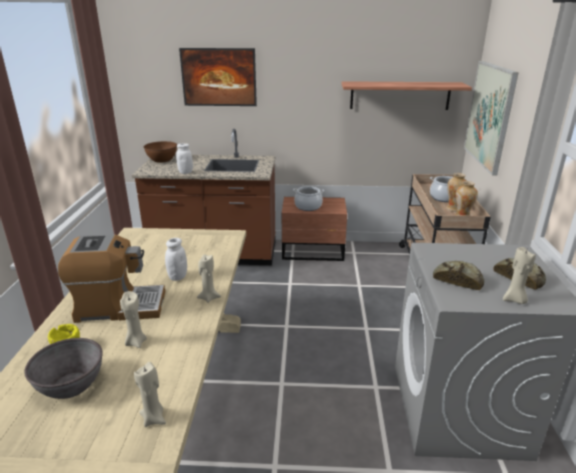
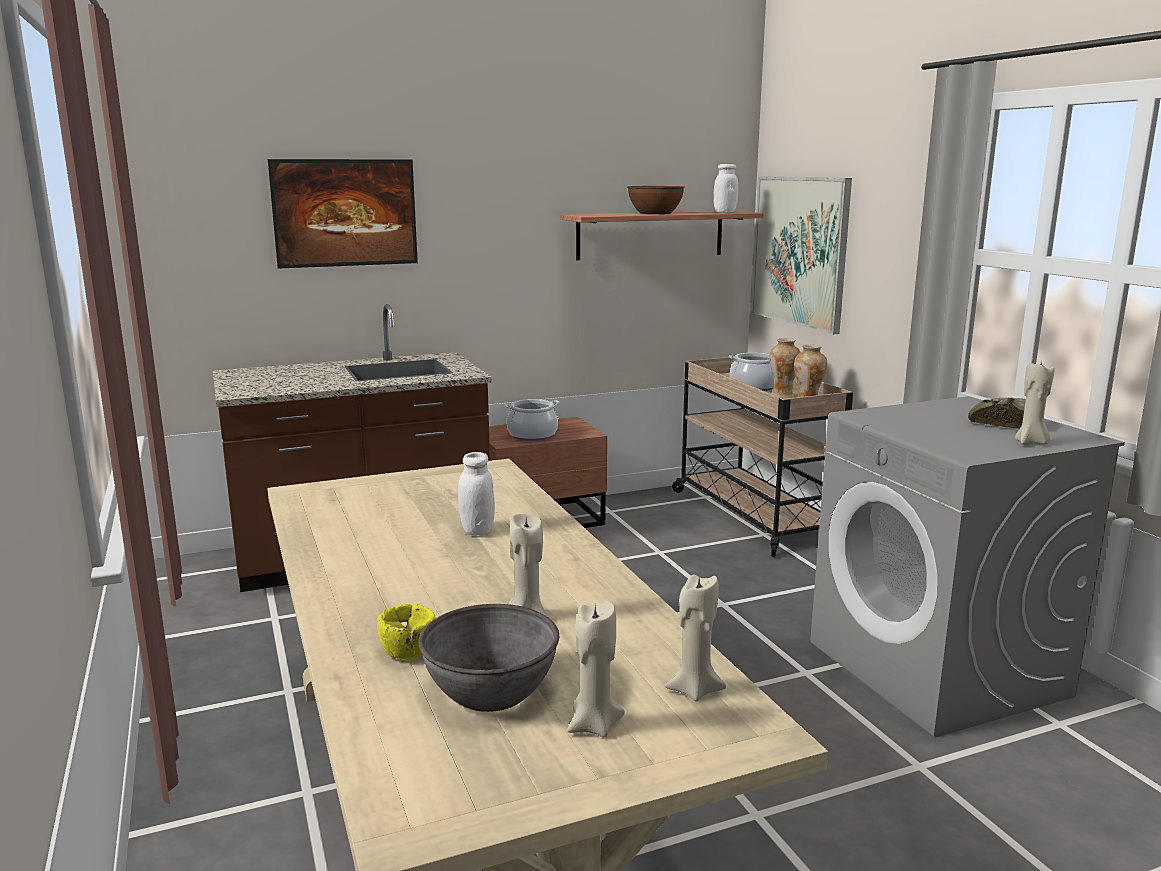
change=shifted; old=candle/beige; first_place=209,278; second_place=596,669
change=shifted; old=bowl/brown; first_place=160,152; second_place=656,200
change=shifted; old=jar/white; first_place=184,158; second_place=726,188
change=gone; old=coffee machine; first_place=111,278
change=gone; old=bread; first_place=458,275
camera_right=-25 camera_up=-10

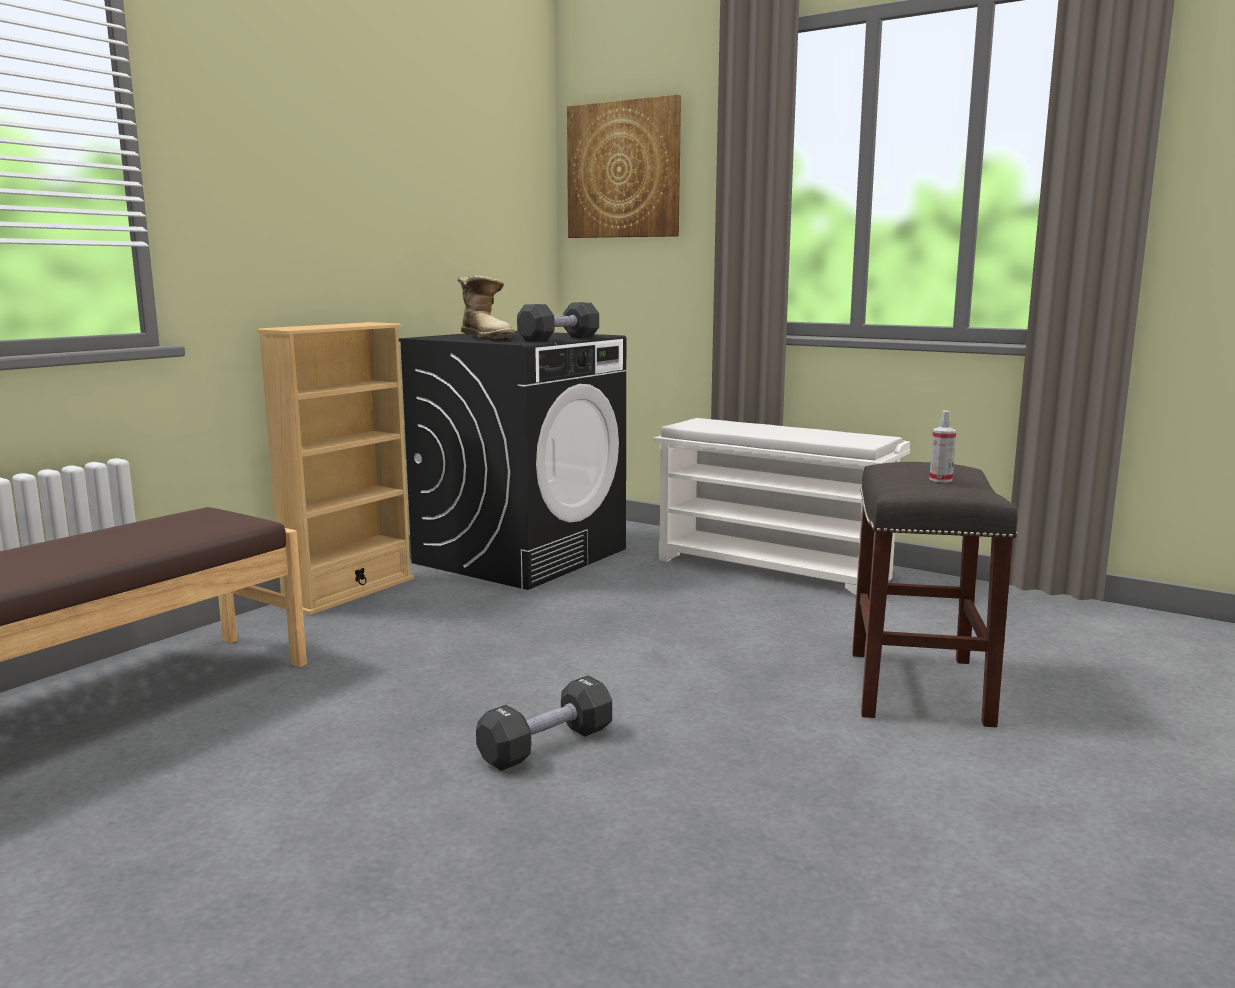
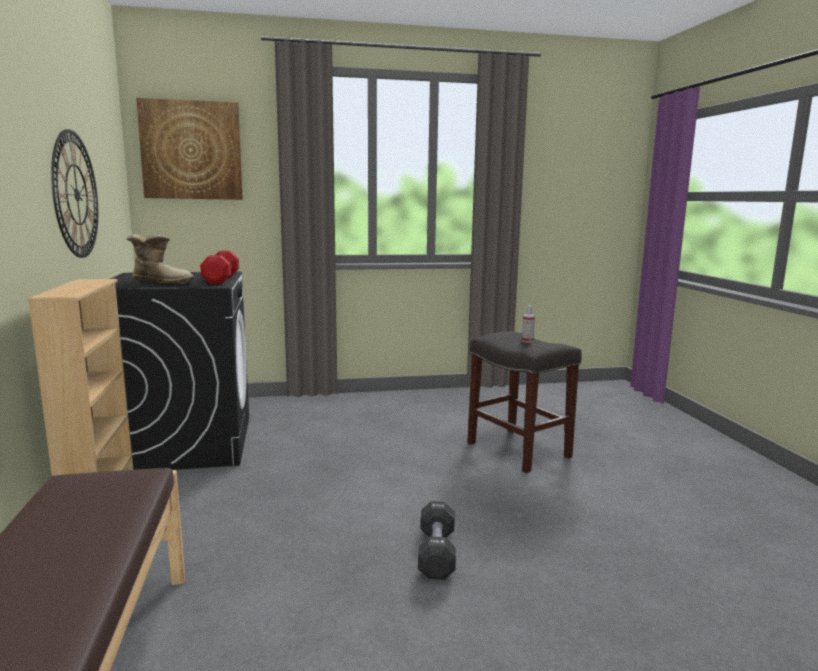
change=new; new=wall clock; second_place=74,193
change=repainted; old=dumbbell/black; new=dumbbell/red; first_place=558,322; second_place=219,267
change=gone; old=shoe rack/white; first_place=782,506
camera_right=-45 camera_up=0

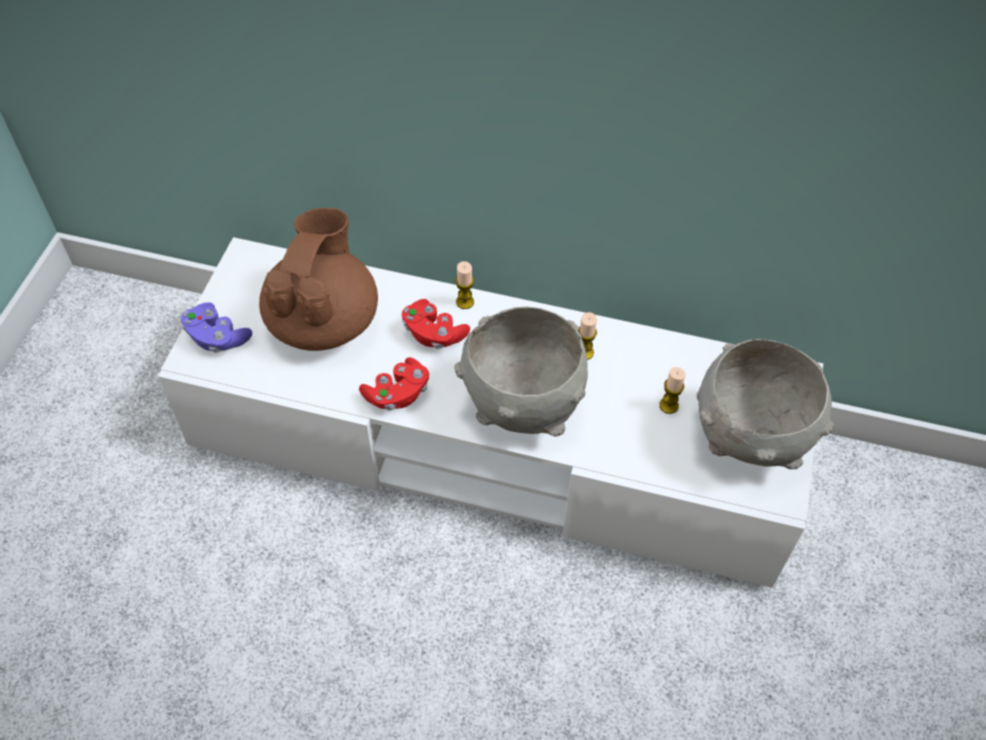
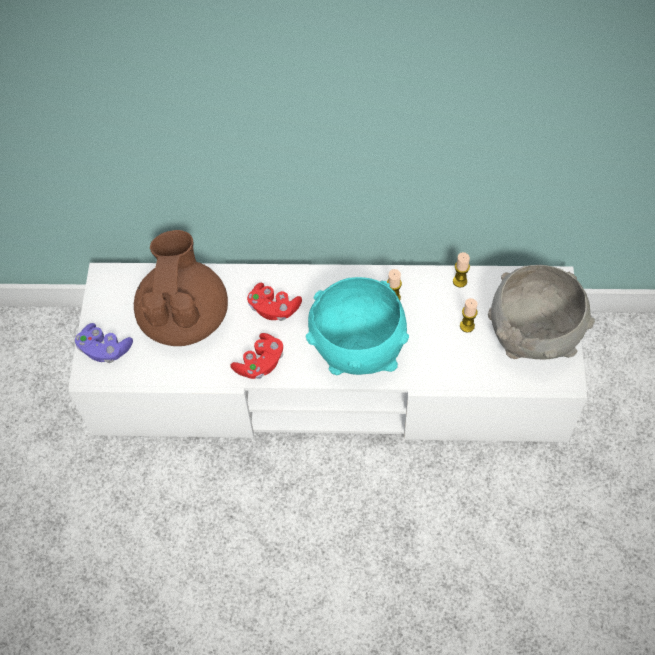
change=repainted; old=bowl/grey; new=bowl/turquoise; first_place=521,371; second_place=357,326
change=shifted; old=candle; first_place=464,285; second_place=461,270
camera_right=-10 camera_up=5

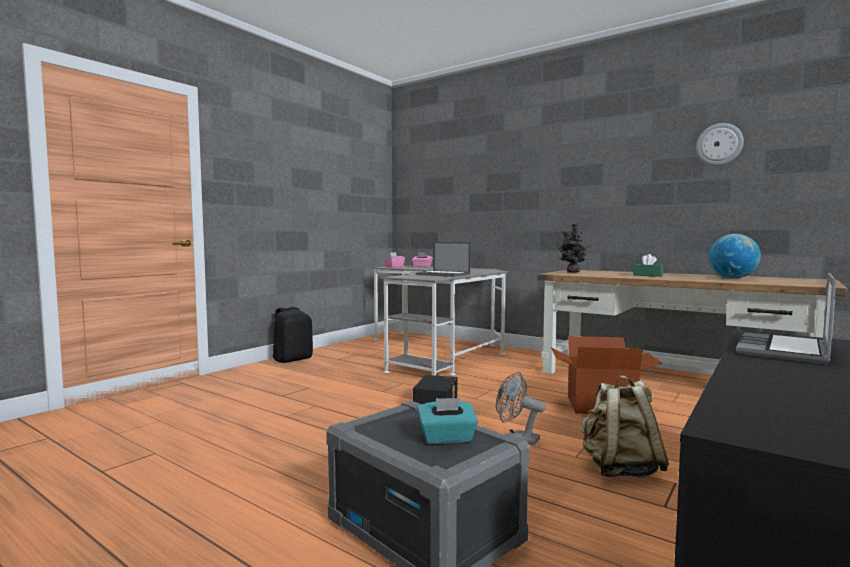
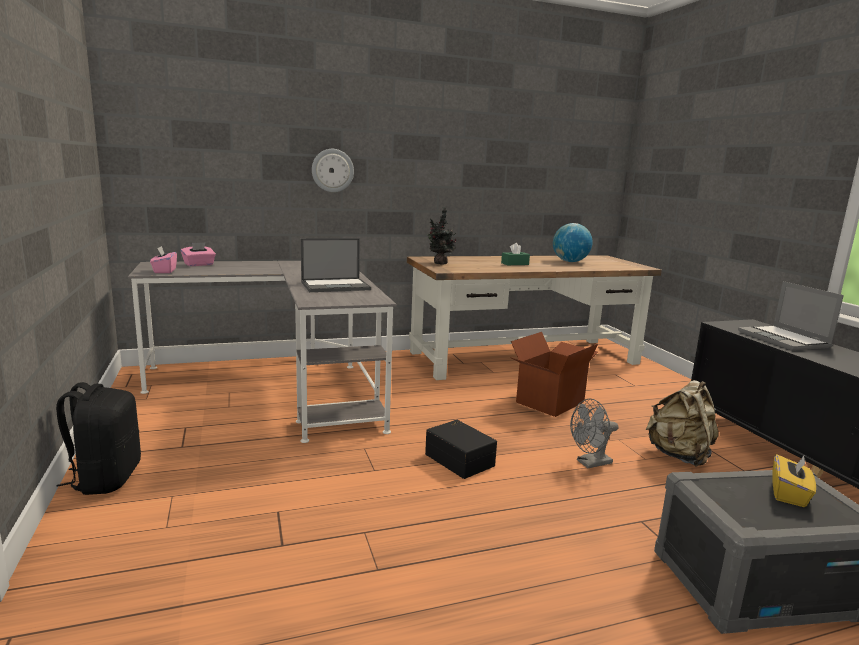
change=shifted; old=wall clock; first_place=720,144; second_place=333,170
change=repainted; old=tissue box/turquoise; new=tissue box/yellow; first_place=447,421; second_place=794,480
camera_right=-55 camera_up=10

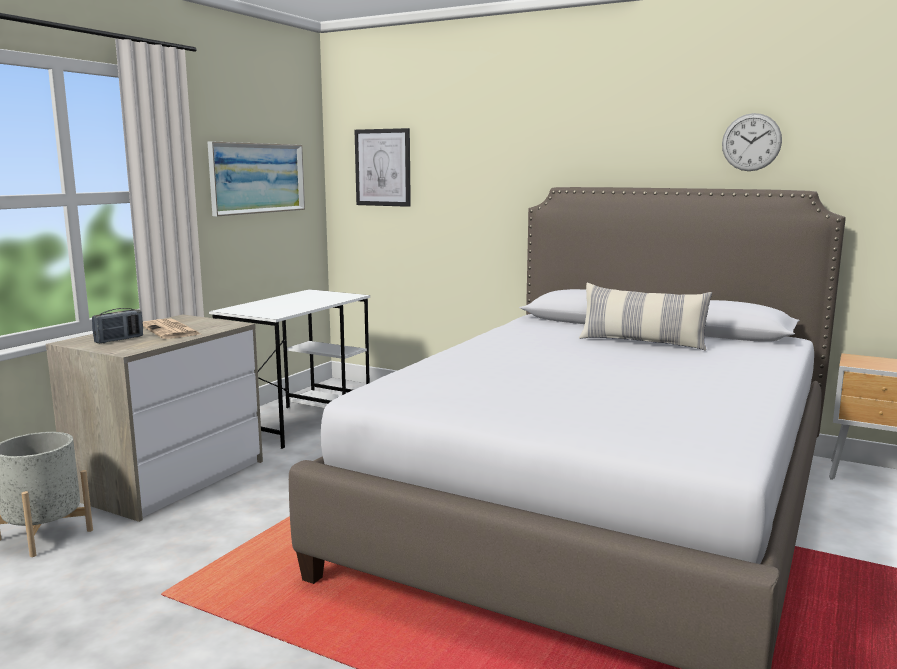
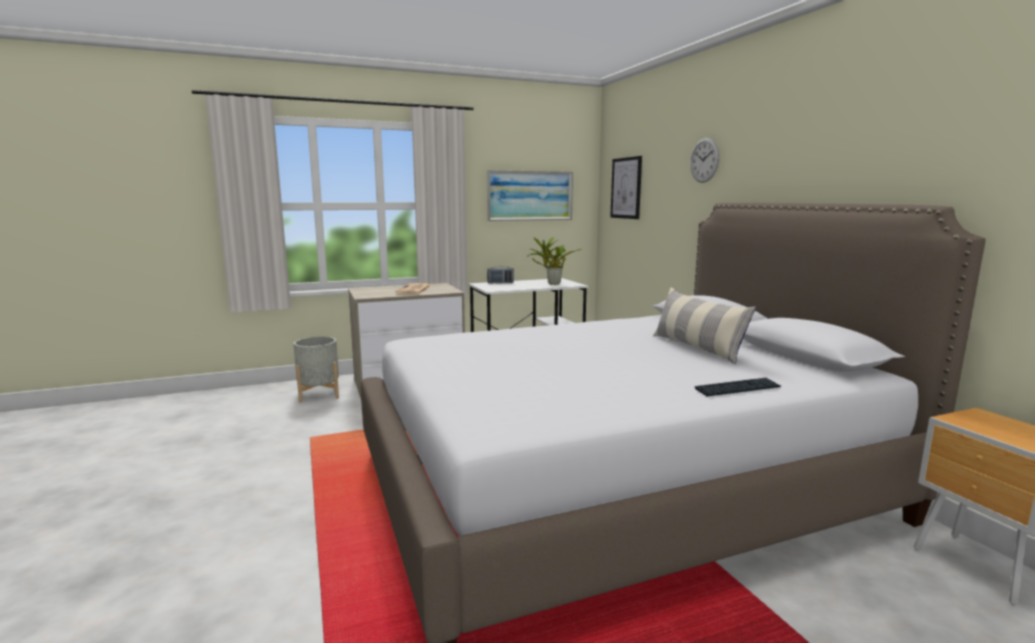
change=shifted; old=radio; first_place=117,325; second_place=500,275
change=new; new=potted plant; second_place=554,261
change=shifted; old=wall clock; first_place=752,142; second_place=705,160
change=new; new=keyboard; second_place=738,387
camera_right=40 camera_up=0

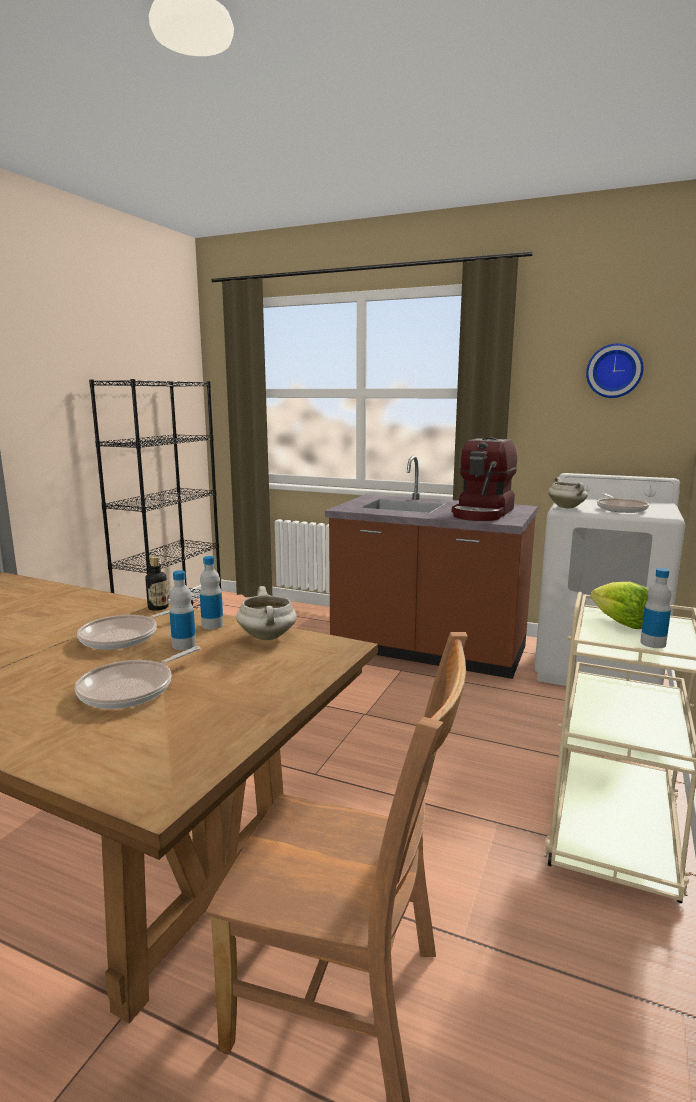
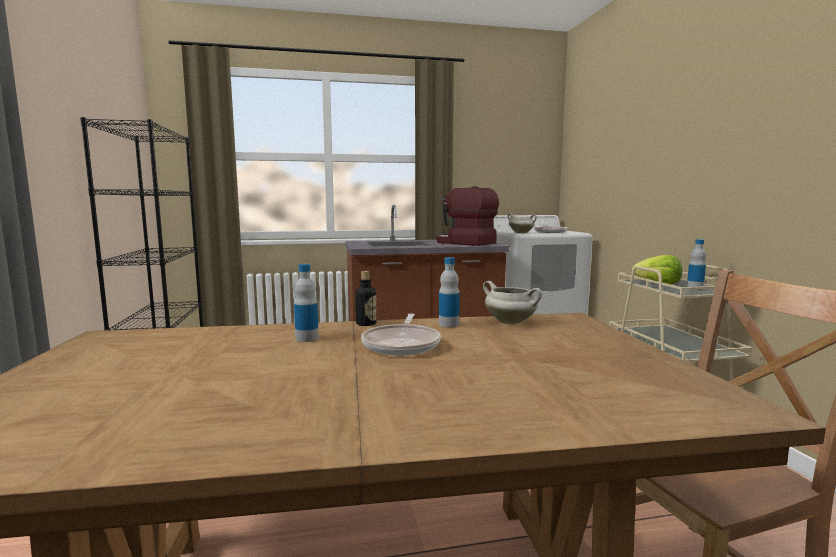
change=shifted; old=bottle; first_place=182,610; second_place=306,303
change=rotated; old=coffee machine; first_place=484,479; second_place=467,216; degrees=135
change=gone; old=frying pan; first_place=137,677
change=gone; old=wall clock; first_place=614,370
camera_right=-35 camera_up=-5

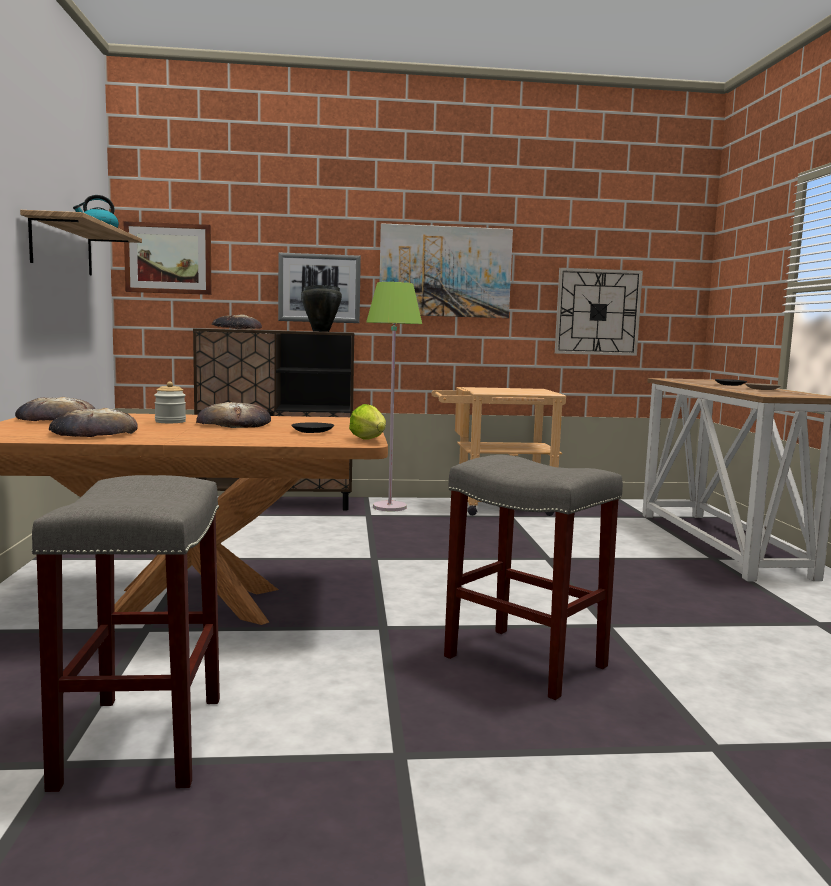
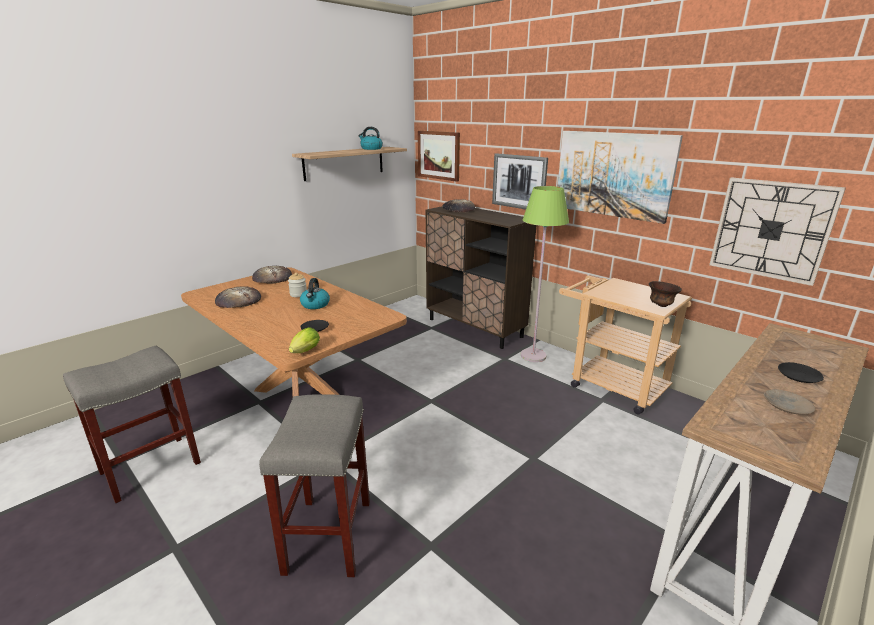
change=swapped; old=bread; new=kettle; first_place=233,415; second_place=315,293
change=new; new=bowl/brown; second_place=665,294
change=gone; old=cooking pot/black; first_place=321,308
camera_right=50 camera_up=15

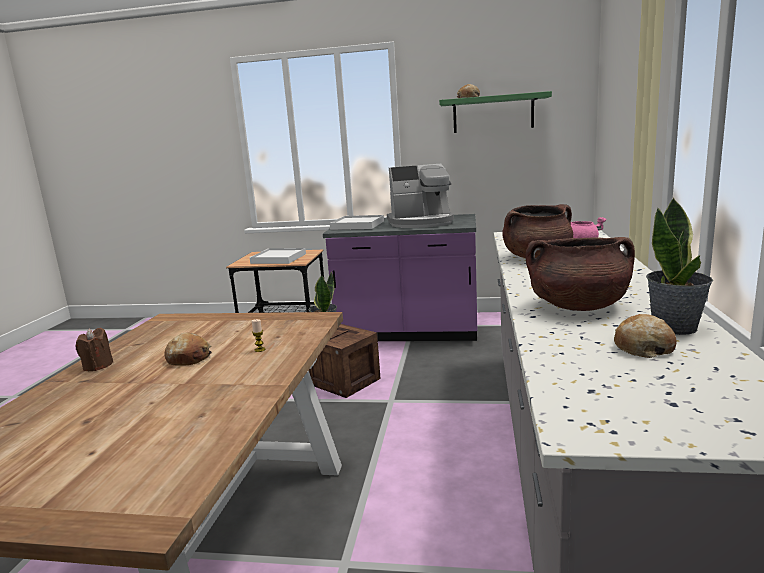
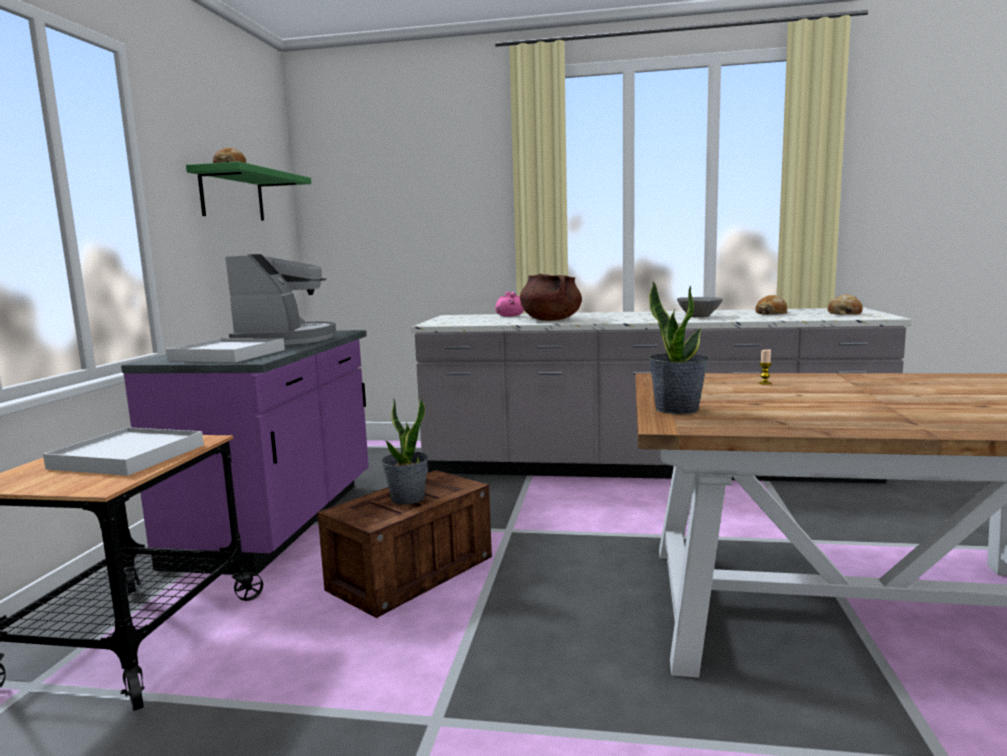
change=shifted; old=potted plant; first_place=679,266; second_place=678,347
change=swapped; old=cooking pot/brown; new=bowl/grey; first_place=580,274; second_place=700,307
change=shifted; old=bread; first_place=188,349; second_place=845,304
change=gone; old=candle/brown; first_place=94,349
camera_right=-90 camera_up=-5

